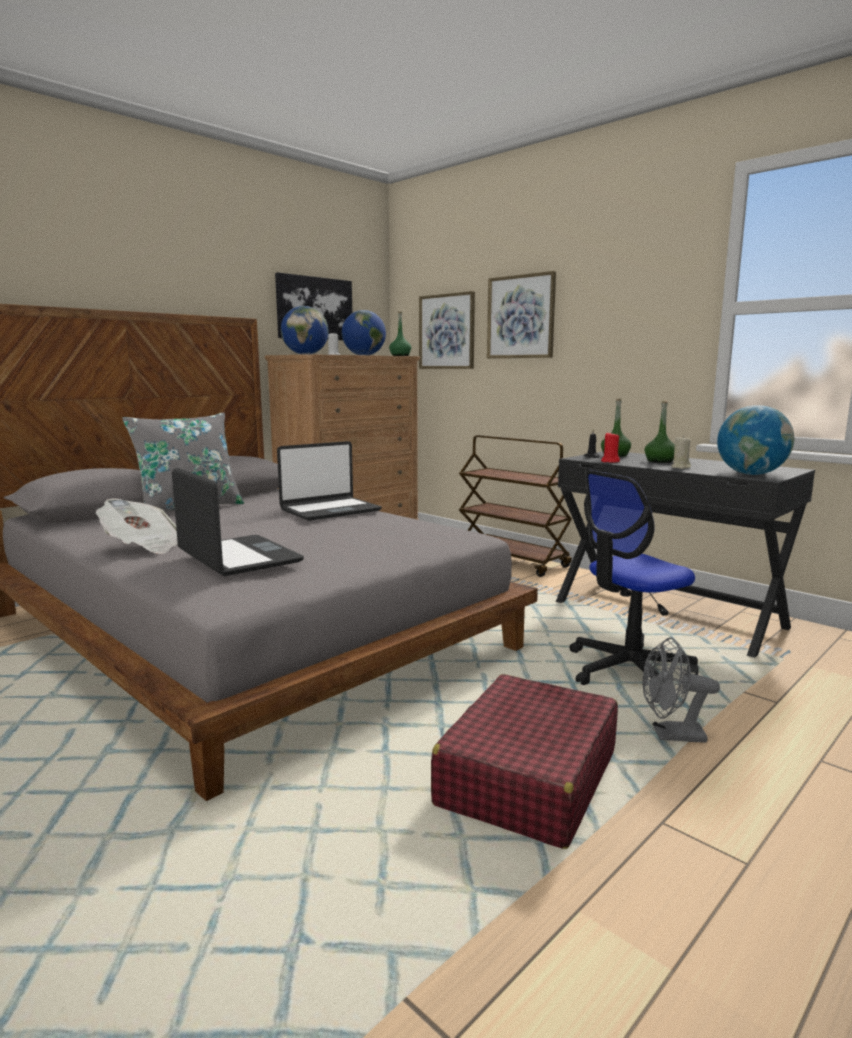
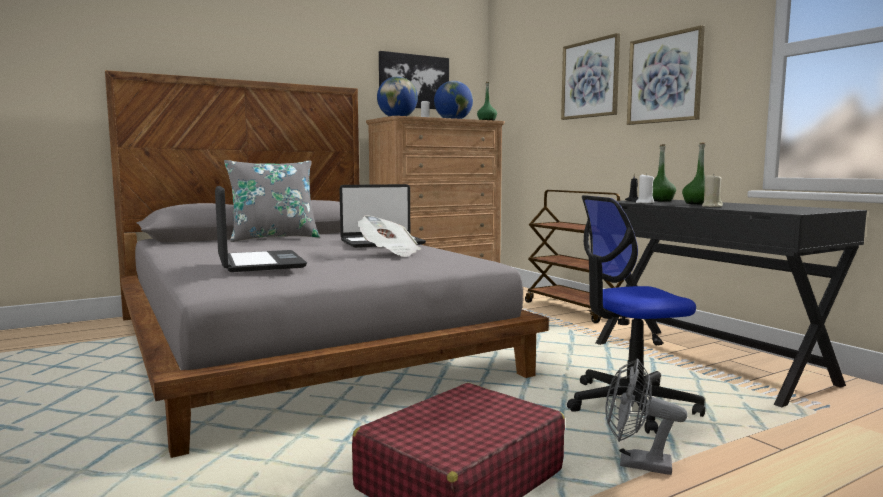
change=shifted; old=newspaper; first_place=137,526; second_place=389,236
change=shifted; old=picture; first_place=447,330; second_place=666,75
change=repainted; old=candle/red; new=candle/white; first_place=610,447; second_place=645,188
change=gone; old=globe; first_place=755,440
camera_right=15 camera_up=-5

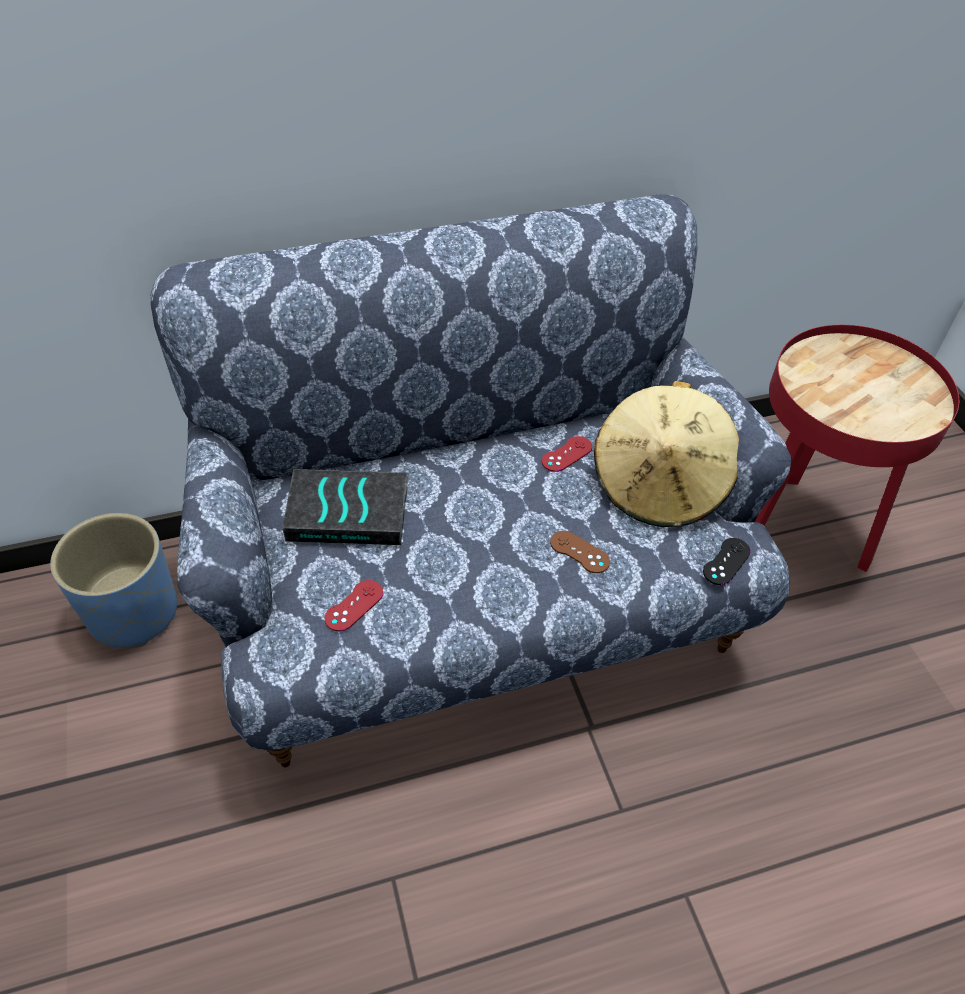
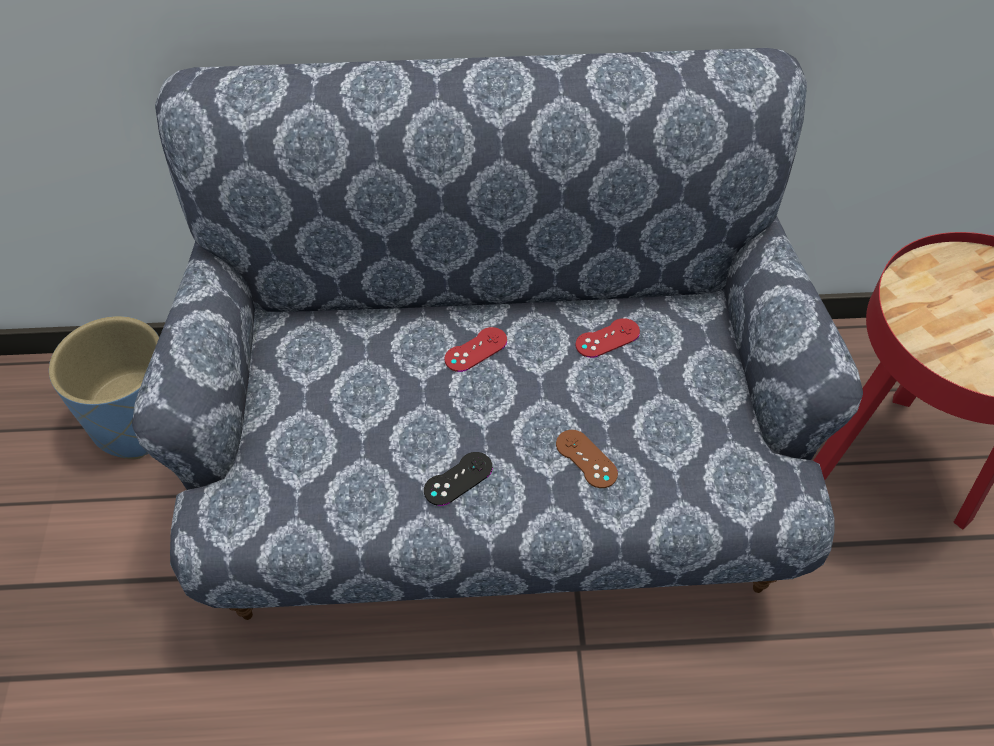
change=shifted; old=game controller/black; first_place=726,561; second_place=458,479
change=shifted; old=game controller/red; first_place=354,605; second_place=476,349
change=gone; old=book; first_place=345,507
change=gone; old=hat/beige; first_place=666,454
camera_right=15 camera_up=5

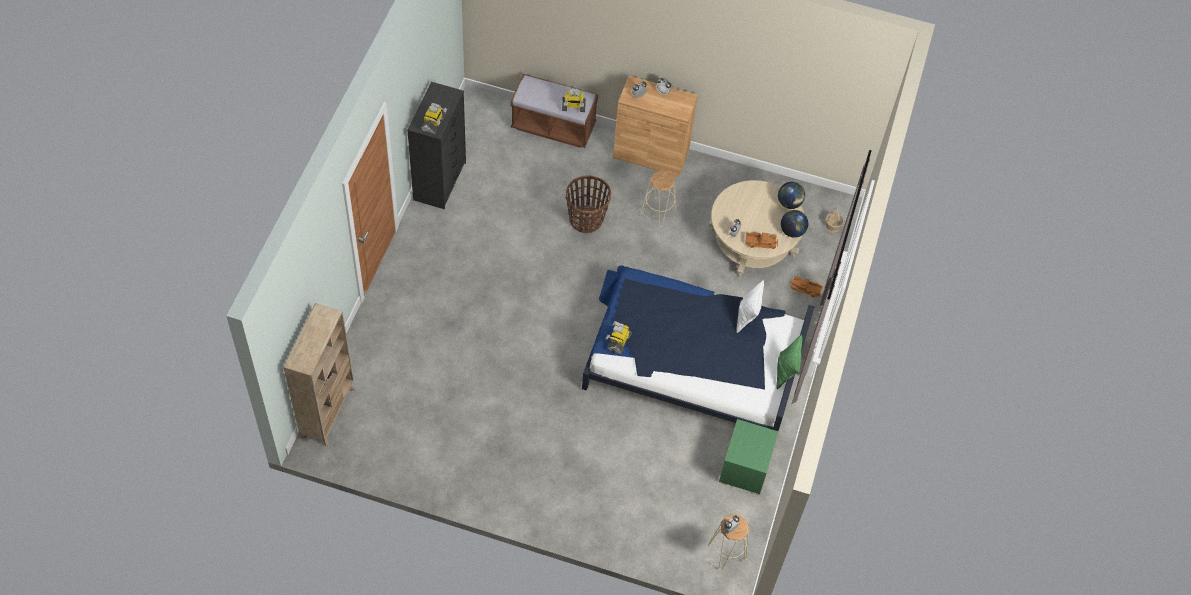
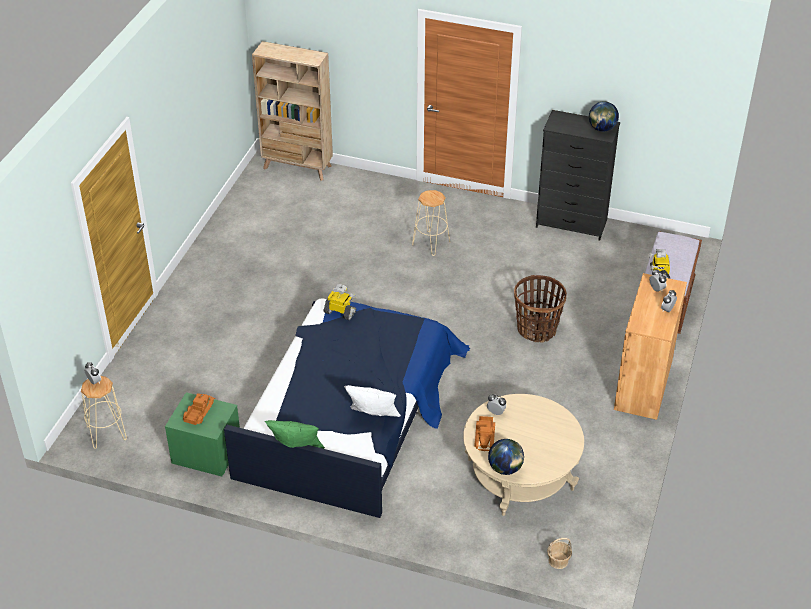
change=shifted; old=toy truck; first_place=806,287; second_place=199,409
change=shifted; old=stool/beige; first_place=658,198; second_place=431,223
change=shifted; old=globe; first_place=791,195; second_place=604,116
change=gone; old=toy robot; first_place=434,119
camera_right=95 camera_up=-15

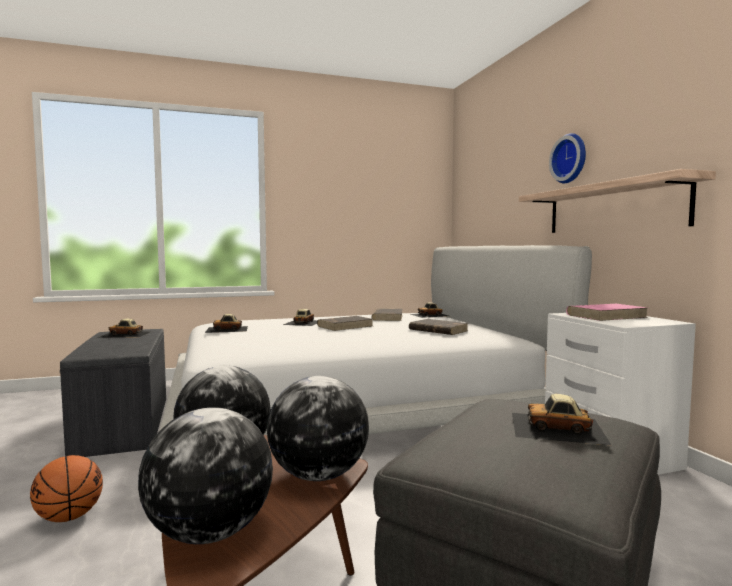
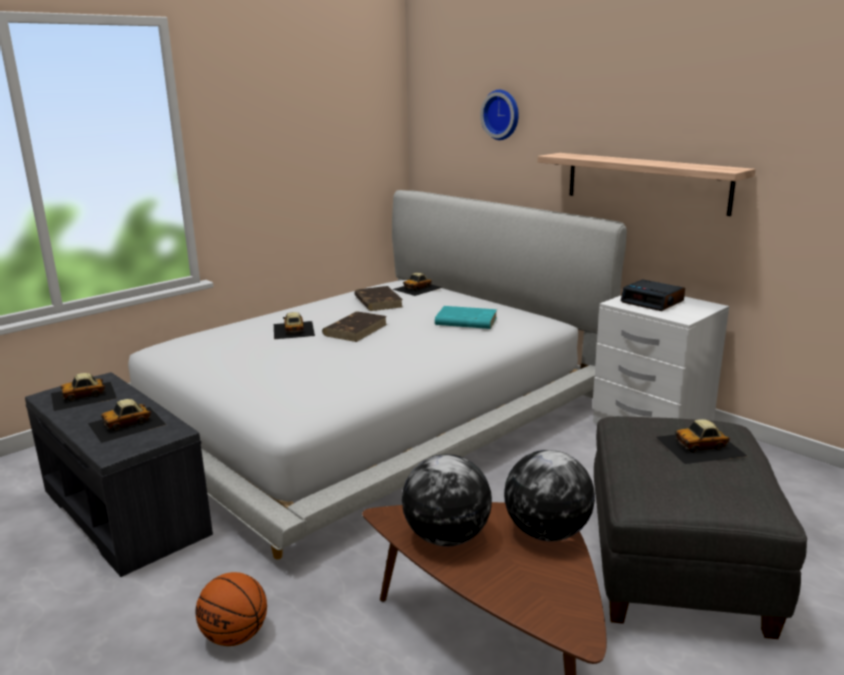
change=shifted; old=toy car; first_place=226,323; second_place=127,421
change=repainted; old=book/brown; new=book/turquoise; first_place=439,327; second_place=466,317
change=shifted; old=wall clock; first_place=567,158; second_place=499,115
change=swapped; old=book/pink; new=alarm clock; first_place=607,312; second_place=653,295
change=gone; old=globe; first_place=205,475
camera_right=-25 camera_up=15

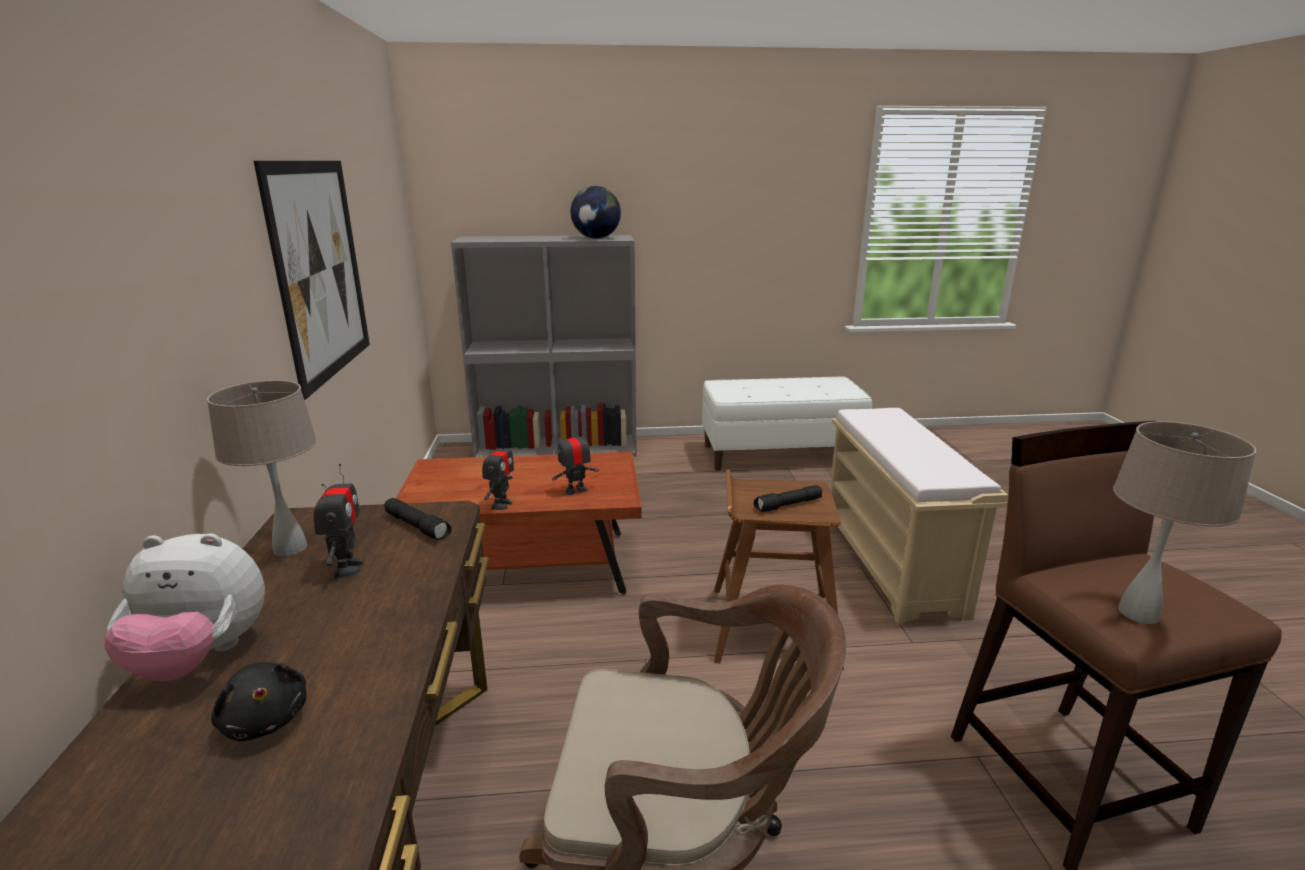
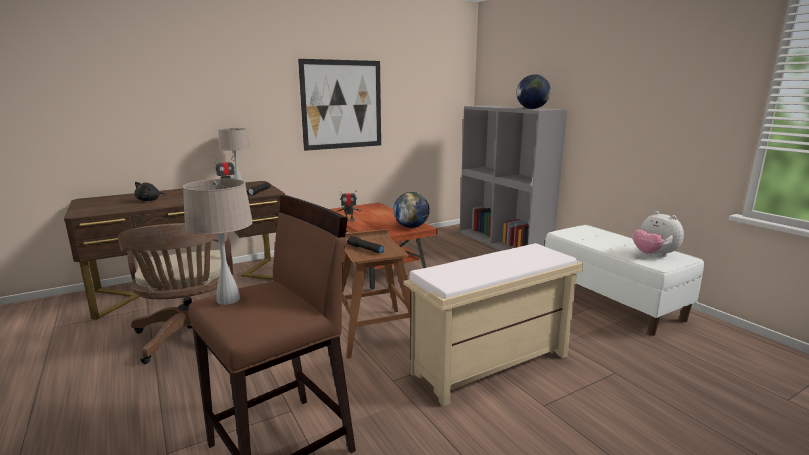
change=new; new=globe; second_place=411,210
change=shifted; old=plush toy; first_place=184,607; second_place=658,234
change=gone; old=toy robot; first_place=575,460
camera_right=65 camera_up=-5

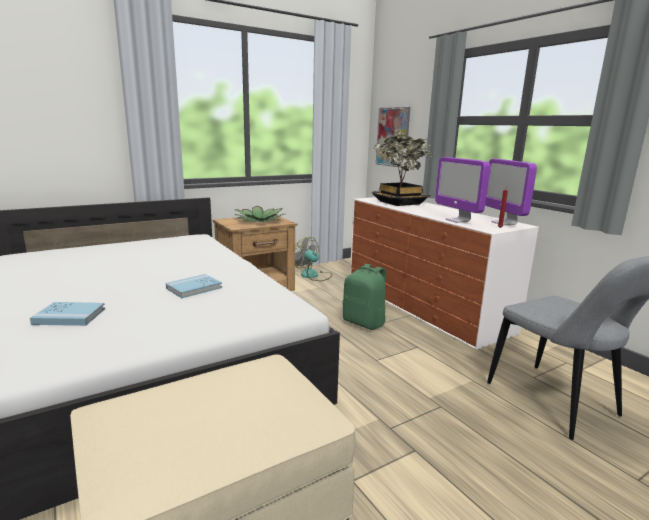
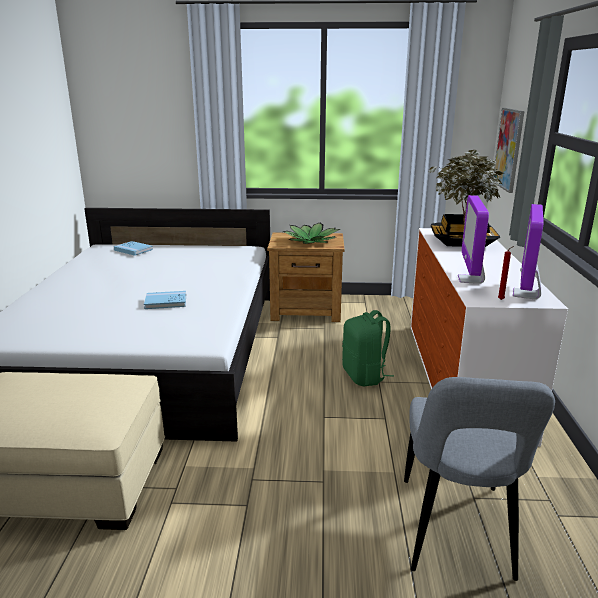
change=shifted; old=book/blue; first_place=67,314; second_place=133,248
change=gone; old=fan; first_place=313,259
camera_right=35 camera_up=5

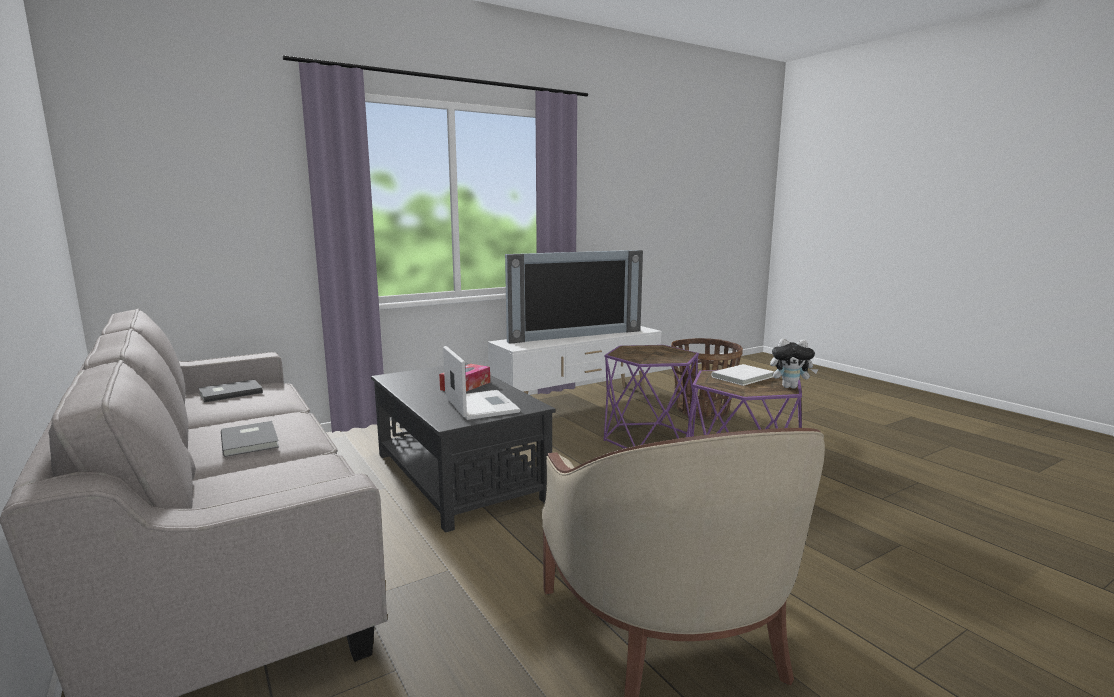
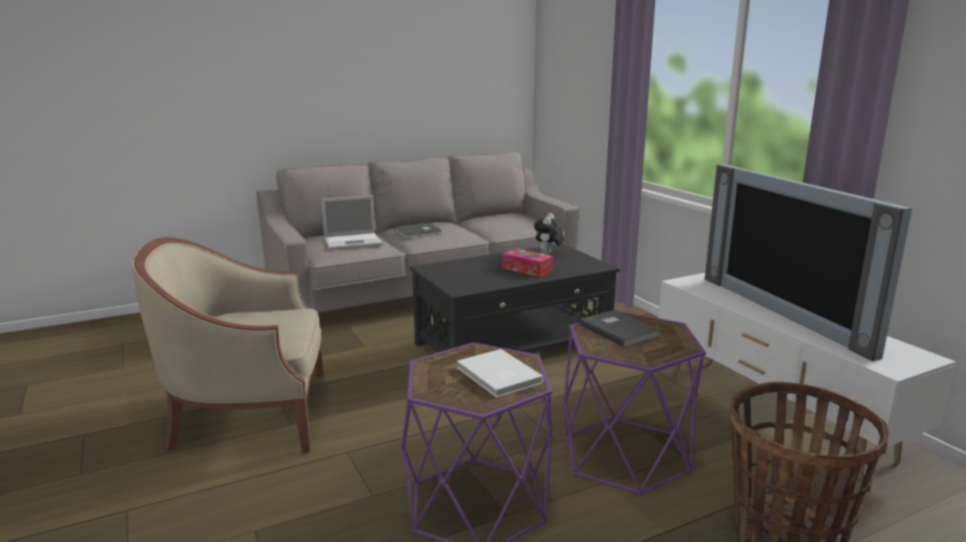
change=shifted; old=laptop; first_place=482,383; second_place=352,222
change=shifted; old=plush toy; first_place=794,363; second_place=549,234
change=shifted; old=book/grey; first_place=230,391; second_place=620,328
camera_right=95 camera_up=5

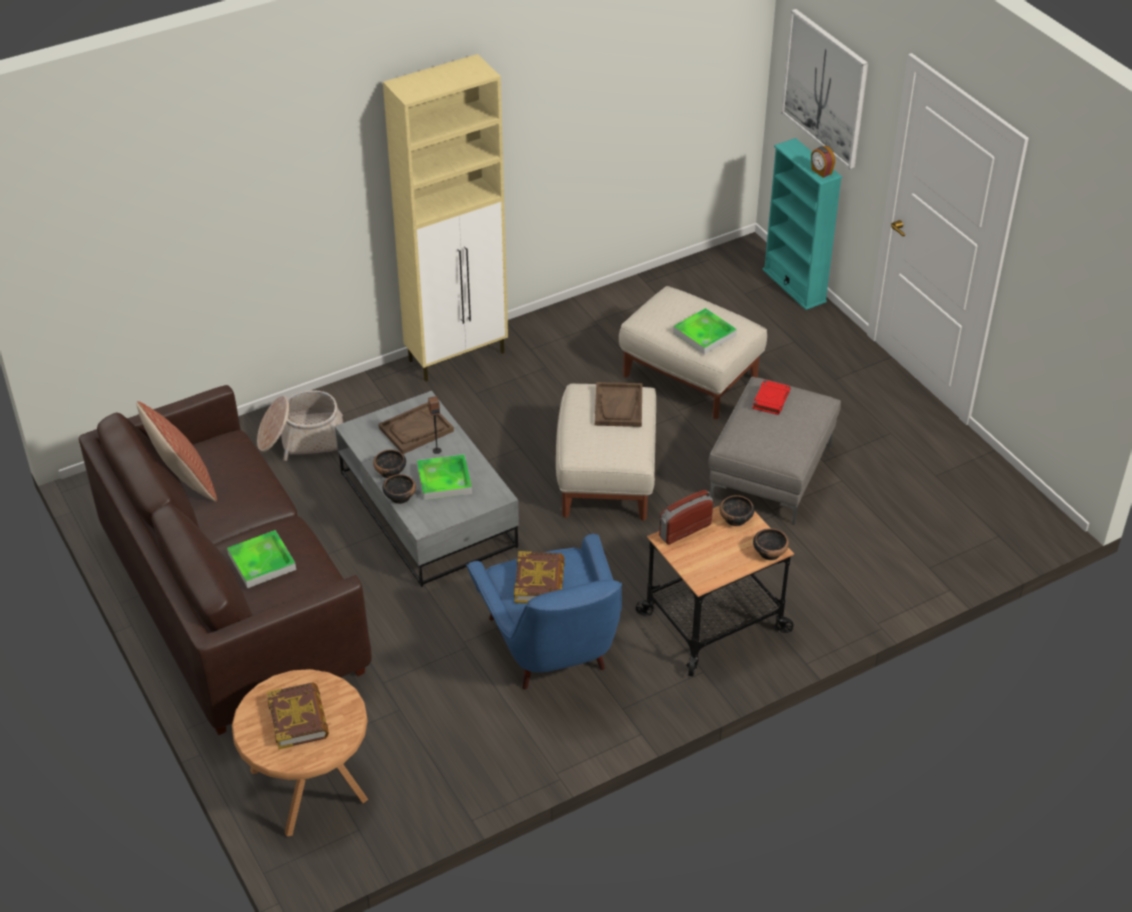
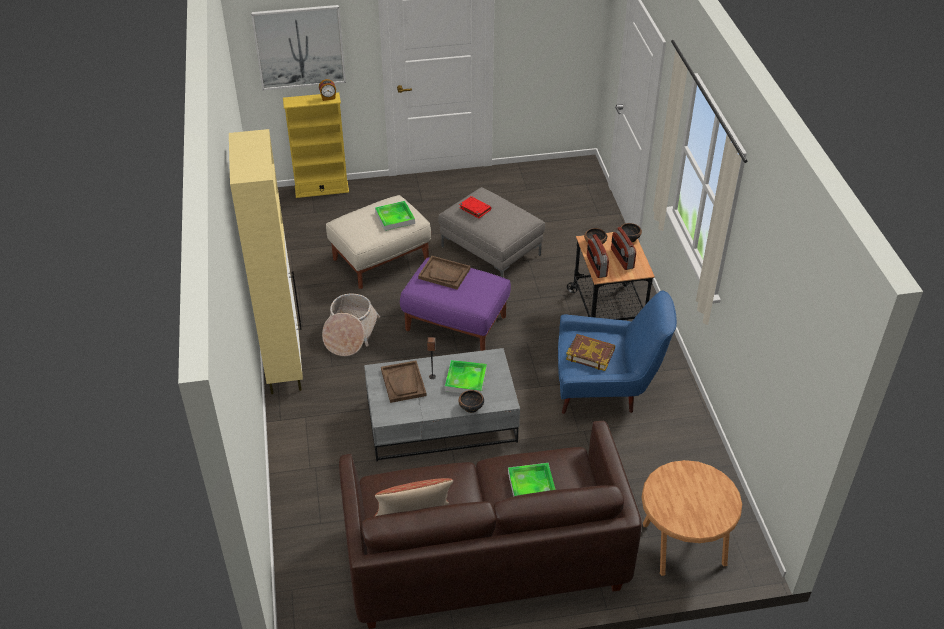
change=repainted; old=bookcase/turquoise; new=bookcase/yellow; first_place=802,224; second_place=316,145
change=shifted; old=basket; first_place=300,425; second_place=351,325
change=repainted; old=ottoman/beige; new=ottoman/purple; first_place=606,452; second_place=455,304
change=new; new=radio; second_place=623,248
change=gone; old=book; first_place=298,715
change=gone; old=bowl; first_place=389,464
camera_right=-70 camera_up=0

